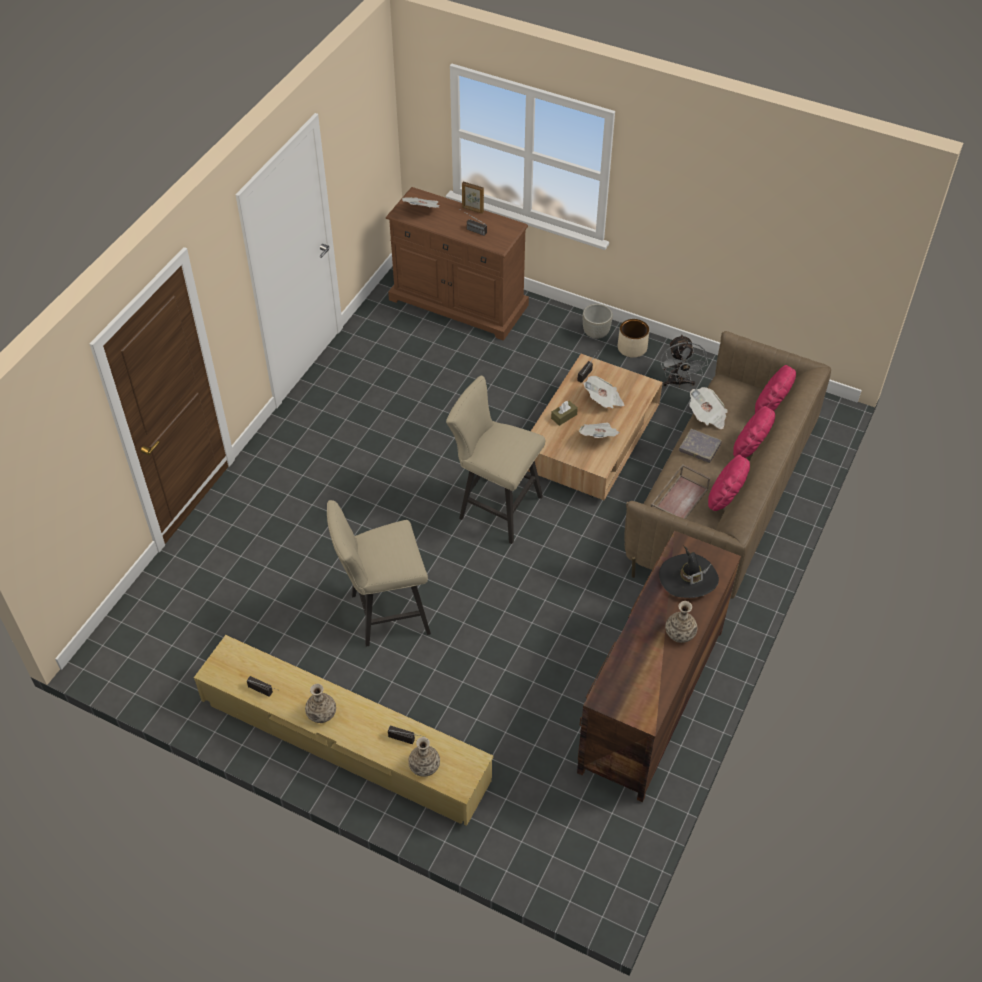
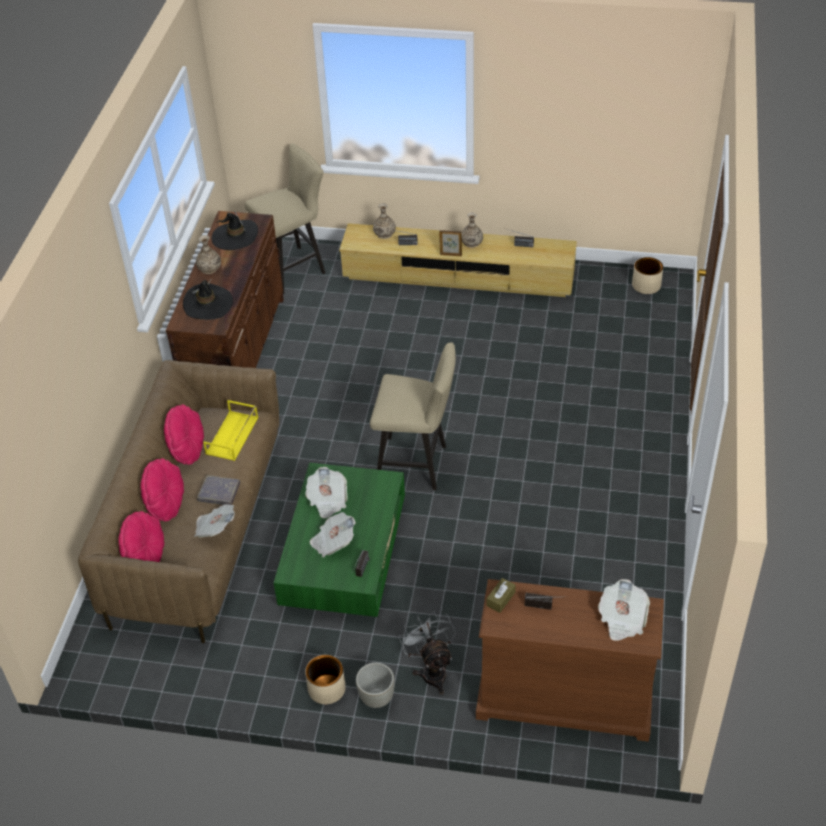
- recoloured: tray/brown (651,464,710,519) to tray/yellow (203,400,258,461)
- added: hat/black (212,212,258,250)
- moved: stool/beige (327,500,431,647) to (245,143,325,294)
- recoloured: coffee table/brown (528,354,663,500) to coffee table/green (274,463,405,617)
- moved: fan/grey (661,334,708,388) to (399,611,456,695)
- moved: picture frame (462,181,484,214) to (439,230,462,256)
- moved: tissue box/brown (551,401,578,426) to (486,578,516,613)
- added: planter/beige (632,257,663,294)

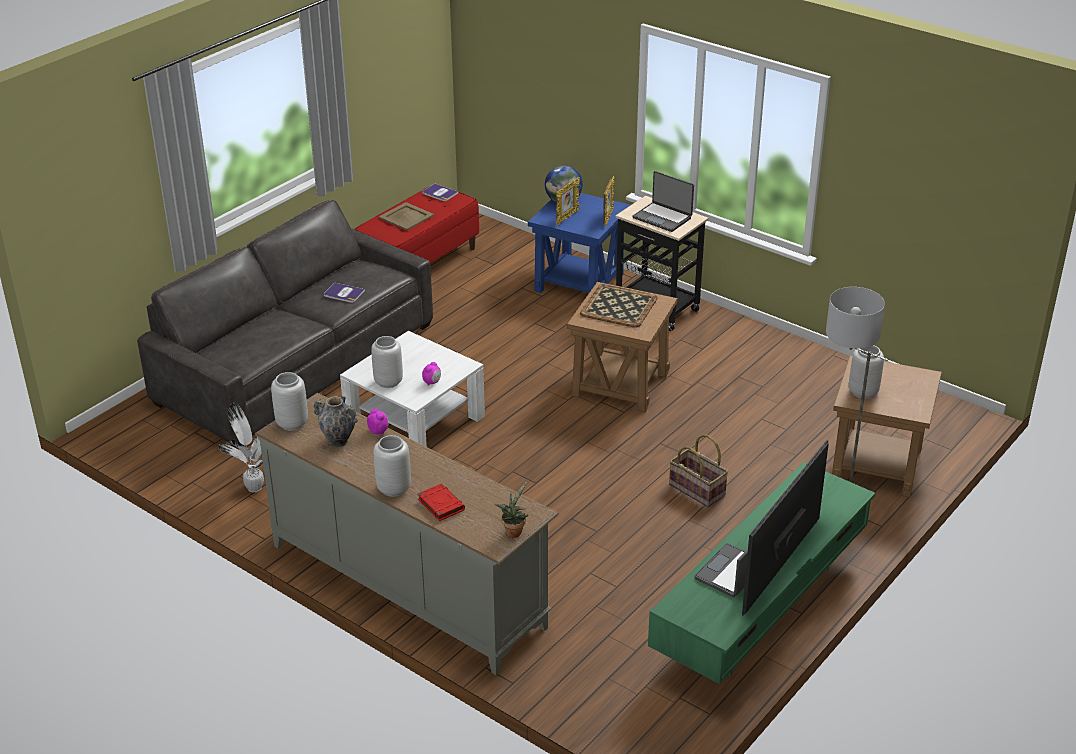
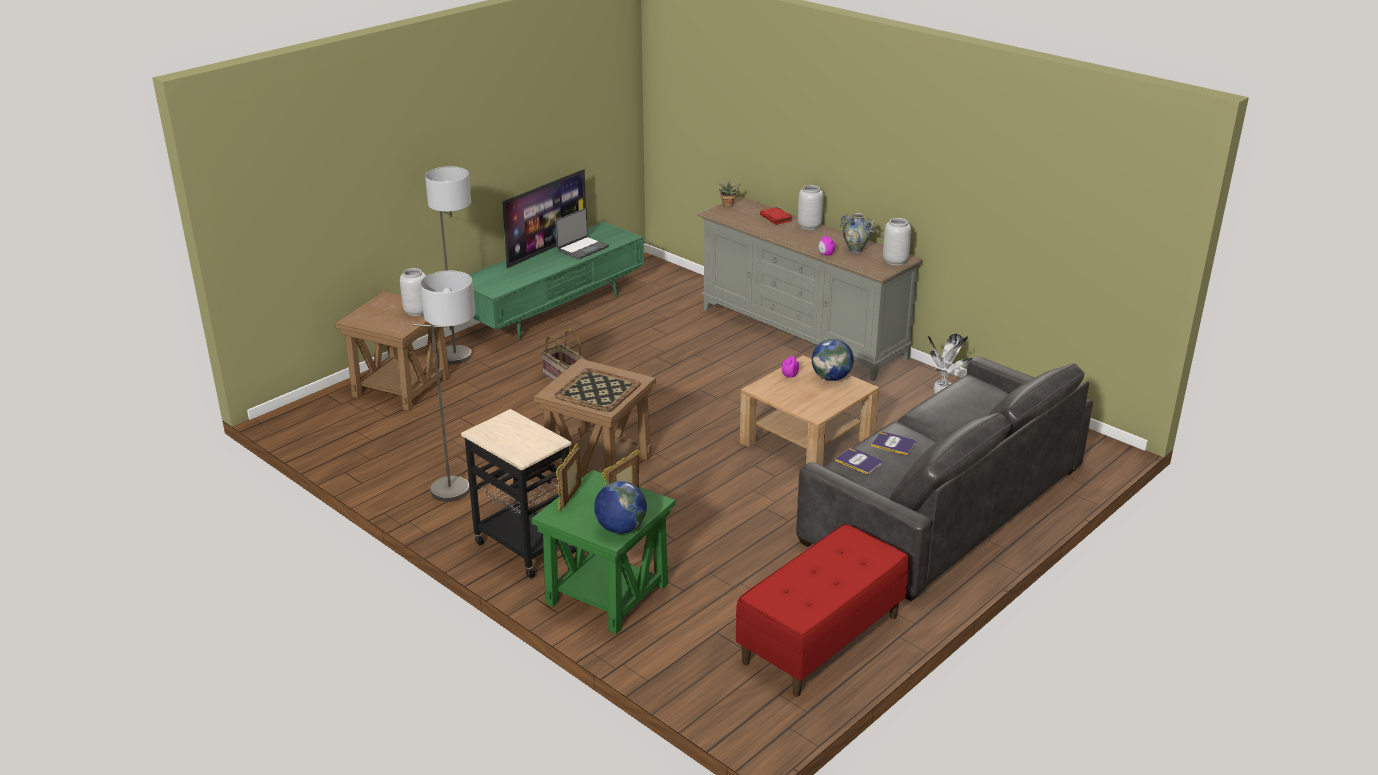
- added: floor lamp/grey (414,271,475,502)
- recoloured: side table/blue (528,193,631,294) to side table/green (531,470,676,634)
- recoloured: coffee table/white (340,331,485,447) to coffee table/brown (740,355,879,466)
- replaced: vase/grey (371,336,403,388) to globe (812,339,854,381)
- moved: book (422,183,458,201) to (835,448,882,475)
- removed: tray/beige (379,202,434,231)
- removed: laptop (633,171,694,232)

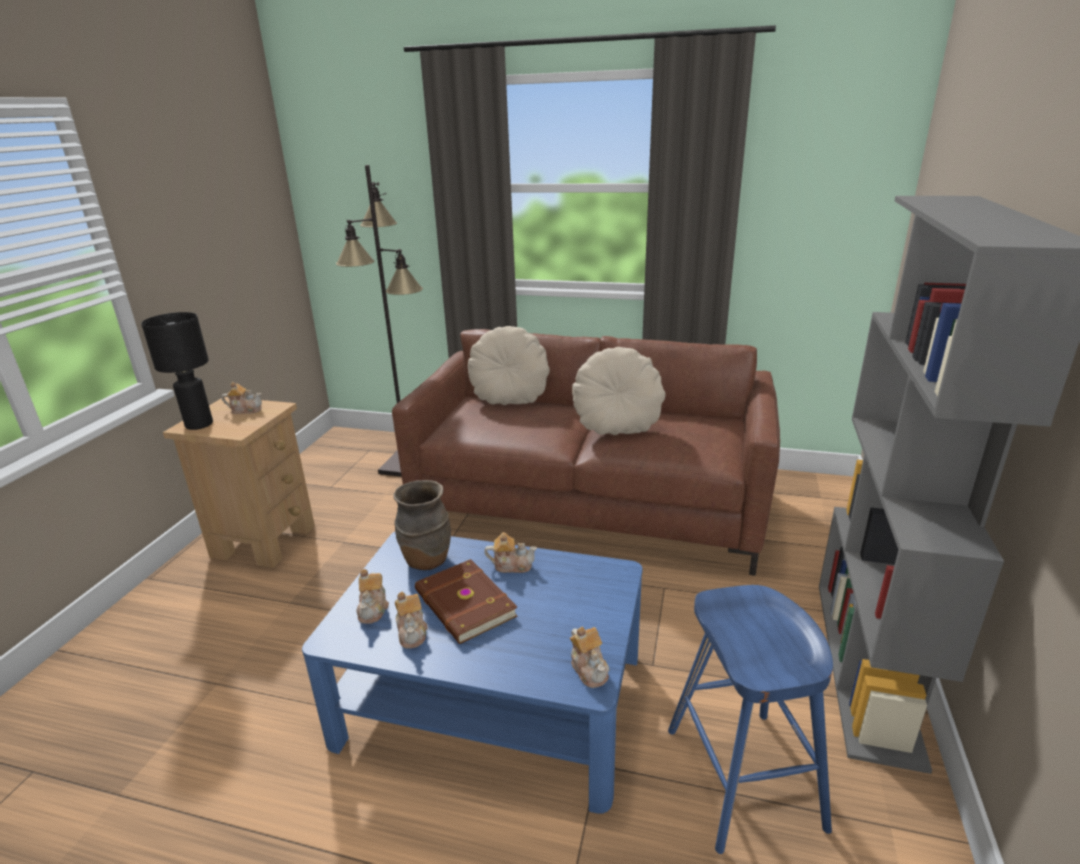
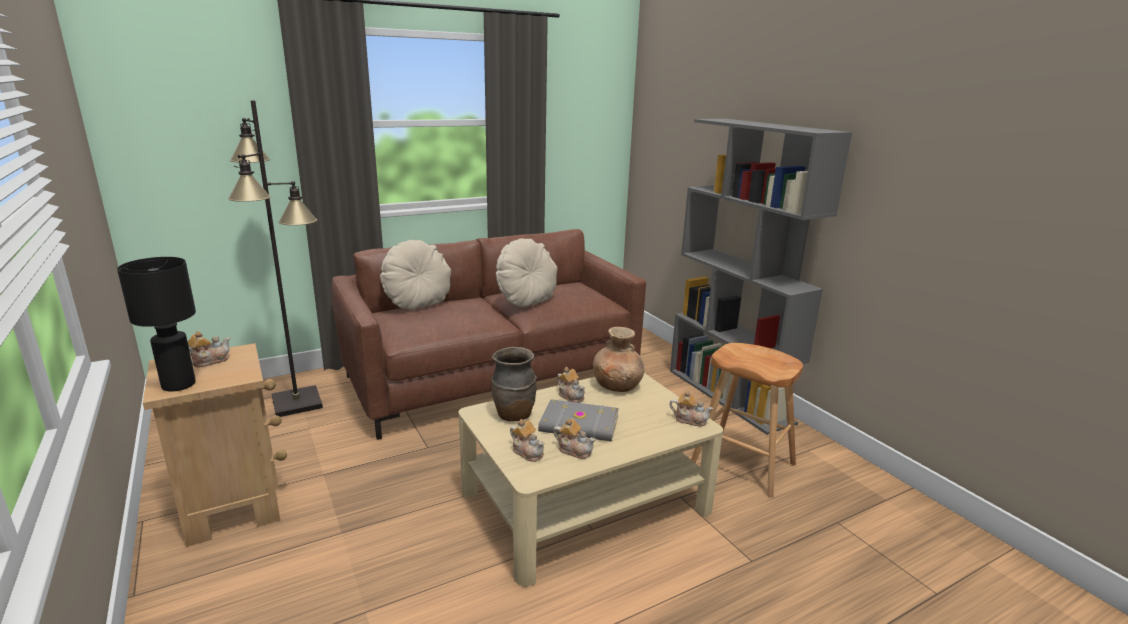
- recoloured: coffee table/blue (302,532,643,814) to coffee table/beige (458,373,723,587)
- recoloured: book/brown (415,559,518,644) to book/grey (538,399,619,442)
- turned: teapot (484,532,537,573) = (557,367,585,403) 90 degrees clockwise
- added: vase/brown (593,327,645,392)
- recoloured: stool/blue (668,585,833,854) to stool/brown (691,343,803,497)

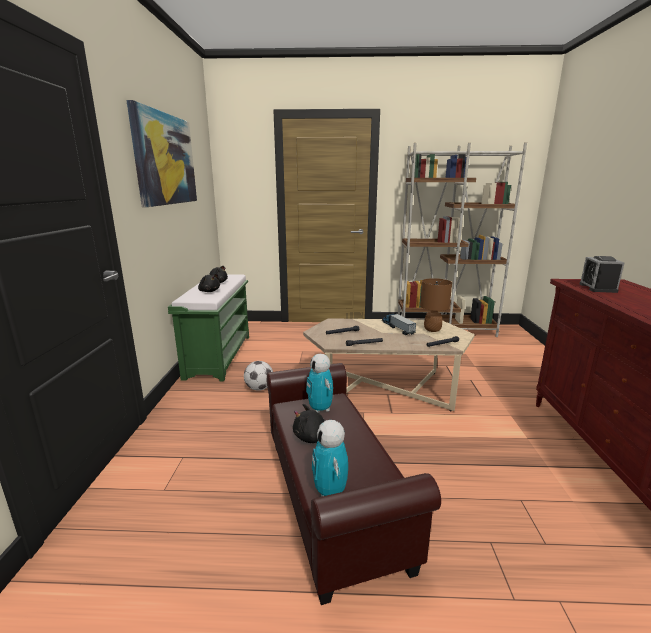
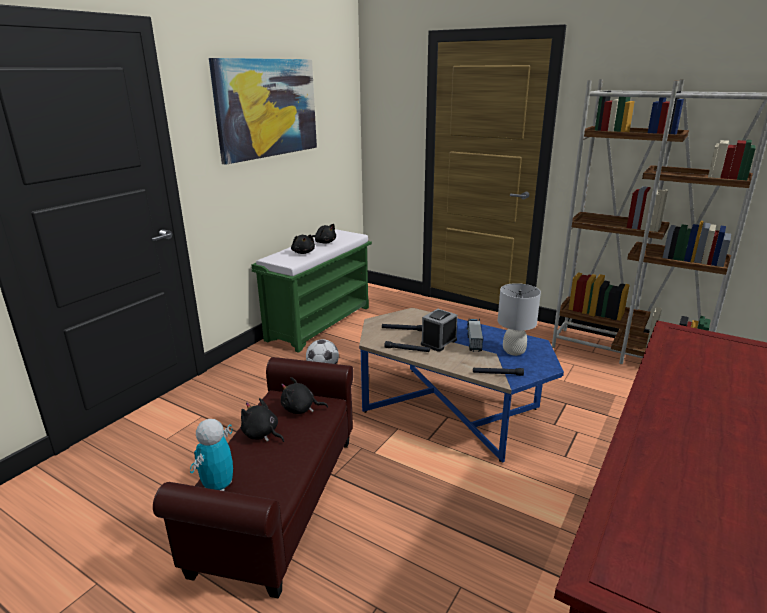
- replaced: toy robot (306,354,333,413) to plush toy/black (281,377,328,414)
- recoloured: coffee table/beige (303,318,475,412) to coffee table/blue (359,308,564,463)
- moved: alarm clock (580,256,624,293) to (421,309,458,352)
- recoloured: table lamp/brown (420,278,452,332) to table lamp/grey (498,283,541,356)

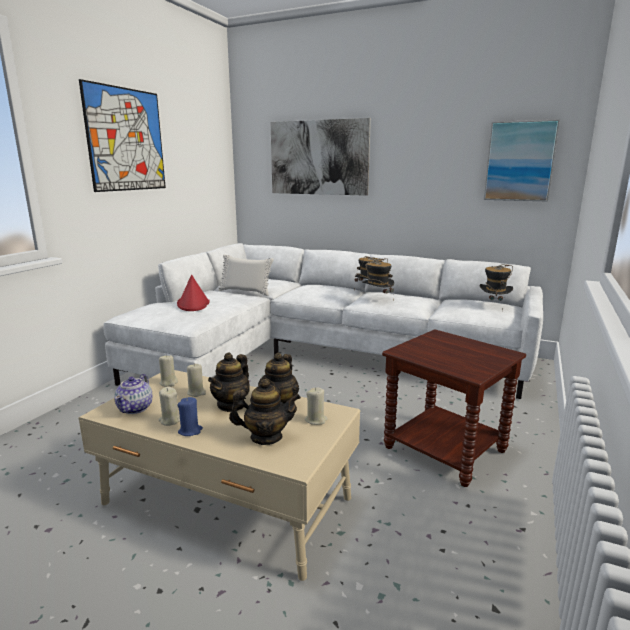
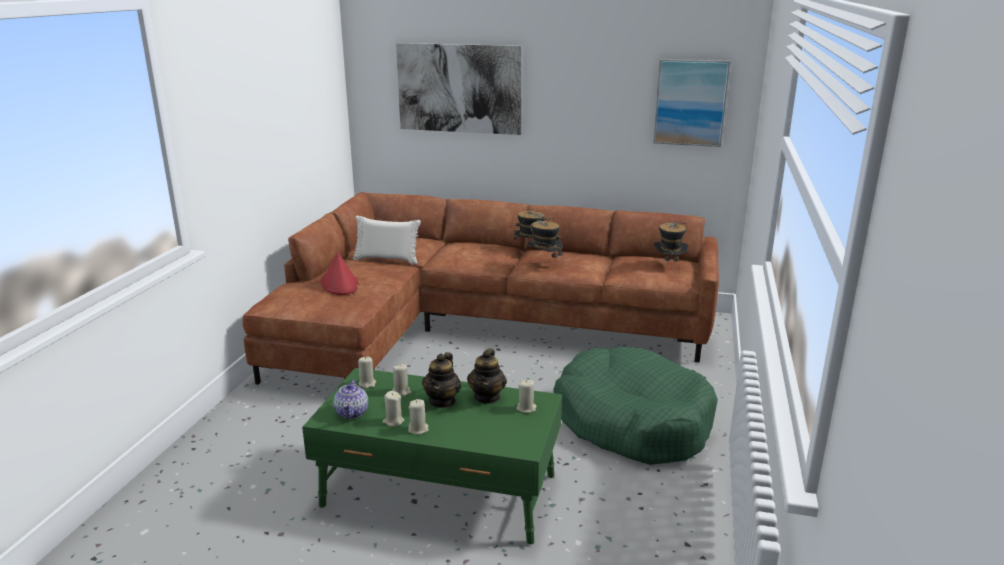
- recoloured: sofa/white (104,243,543,399) to sofa/brown (243,192,719,385)
- recoloured: coffee table/beige (79,370,360,581) to coffee table/green (302,368,562,544)
- recoloured: candle/blue (177,397,203,436) to candle/beige (408,399,429,434)
- replaced: side table/brown (382,330,526,487) to dog bed/green (554,347,718,465)
- removed: picture (79,79,166,192)
- removed: teapot (229,379,301,445)

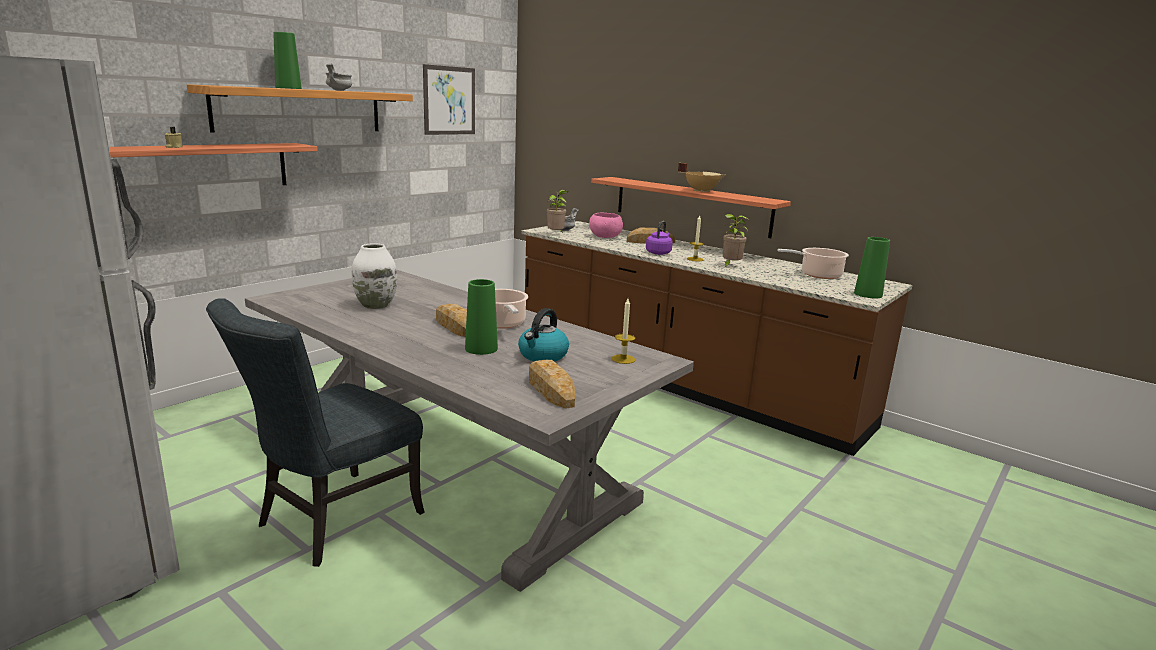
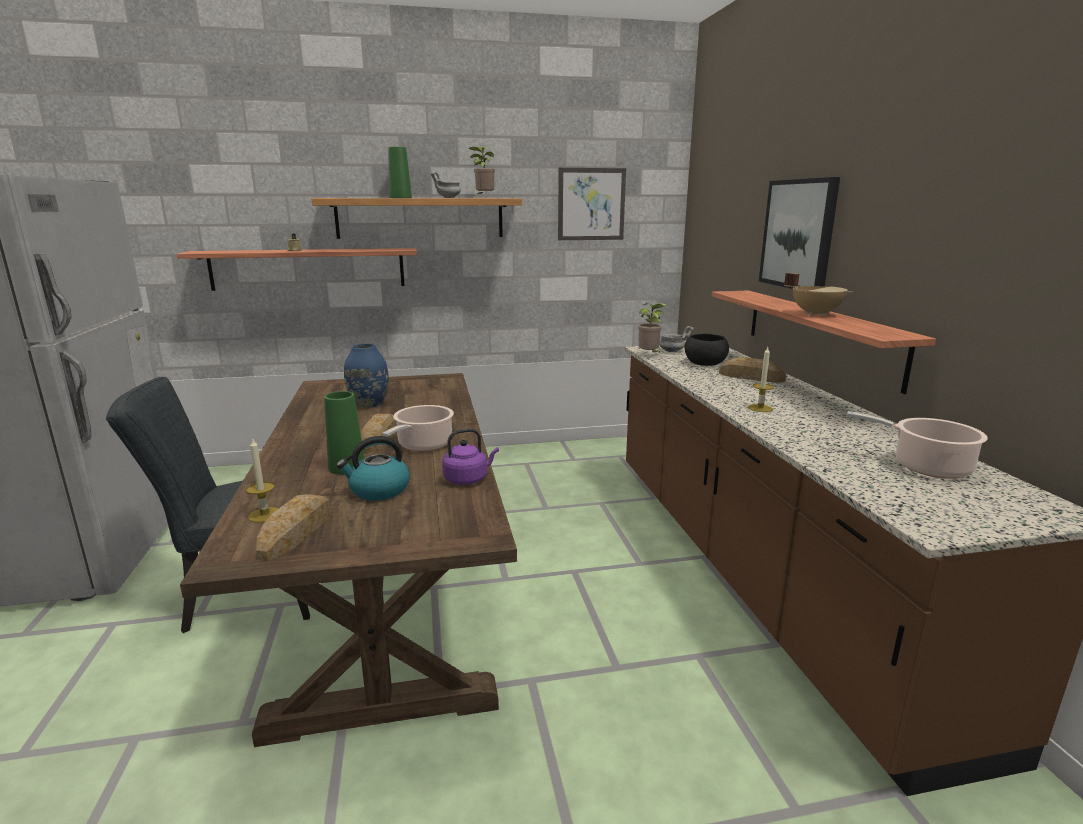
- recoloured: dining table/grey (245,270,694,592) to dining table/brown (180,373,517,747)
- moved: candle (612,298,635,364) to (246,437,279,523)
- recoloured: vase/white (352,243,397,309) to vase/blue (344,344,389,408)
- moved: kettle/purple (646,221,673,255) to (442,428,499,485)
- moved: potted plant (723,214,748,268) to (468,147,495,195)
- recoloured: bowl/pink (589,213,623,238) to bowl/black (684,334,729,366)
- added: picture (759,177,840,289)
- removed: vase/green (854,237,890,298)

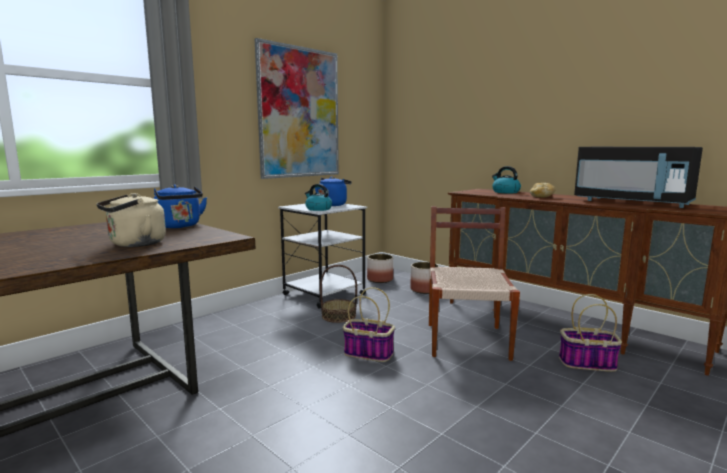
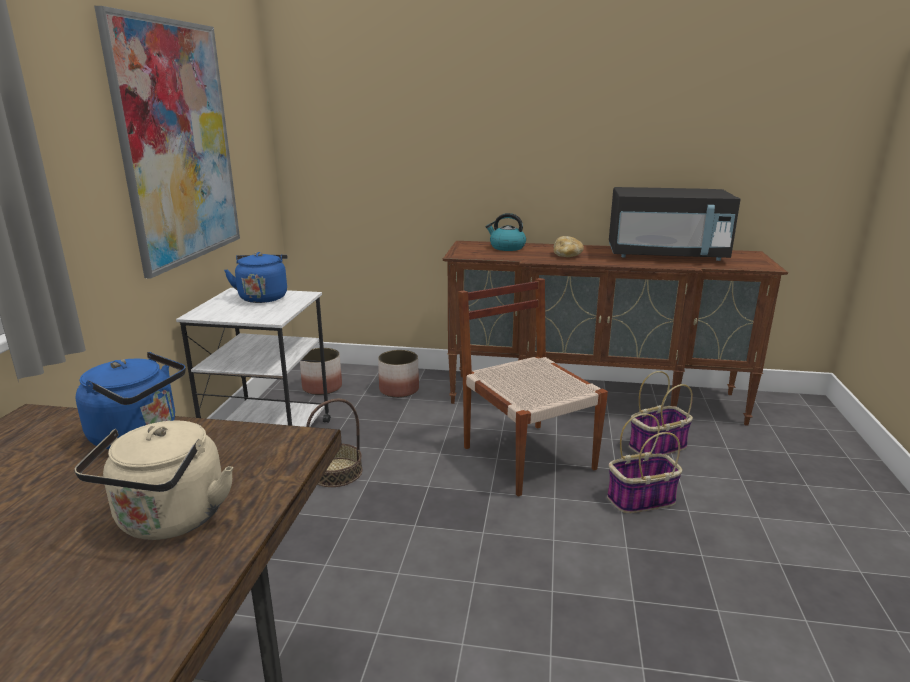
- moved: basket (343,287,395,362) to (607,413,682,513)
- removed: kettle (305,184,332,211)

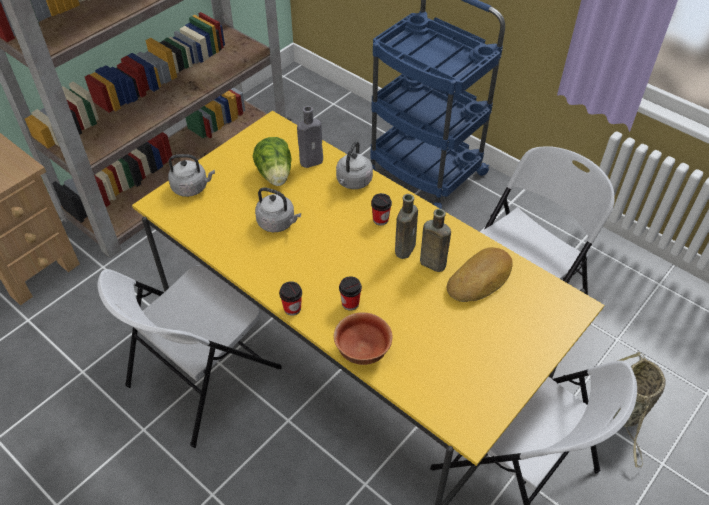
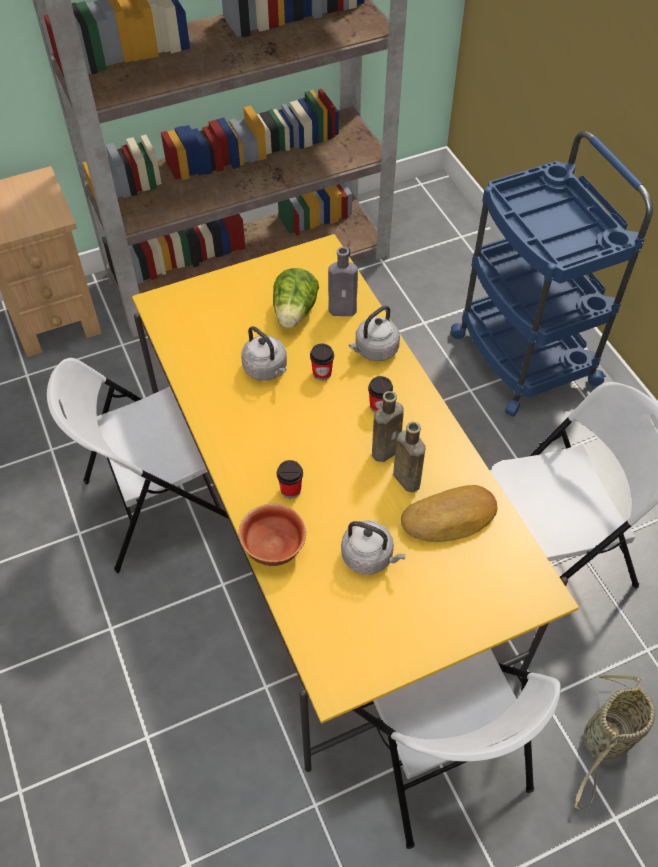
- moved: cup (279,281,302,316) to (310,344,334,381)
- moved: kettle/grey (168,154,215,197) to (341,520,406,575)

